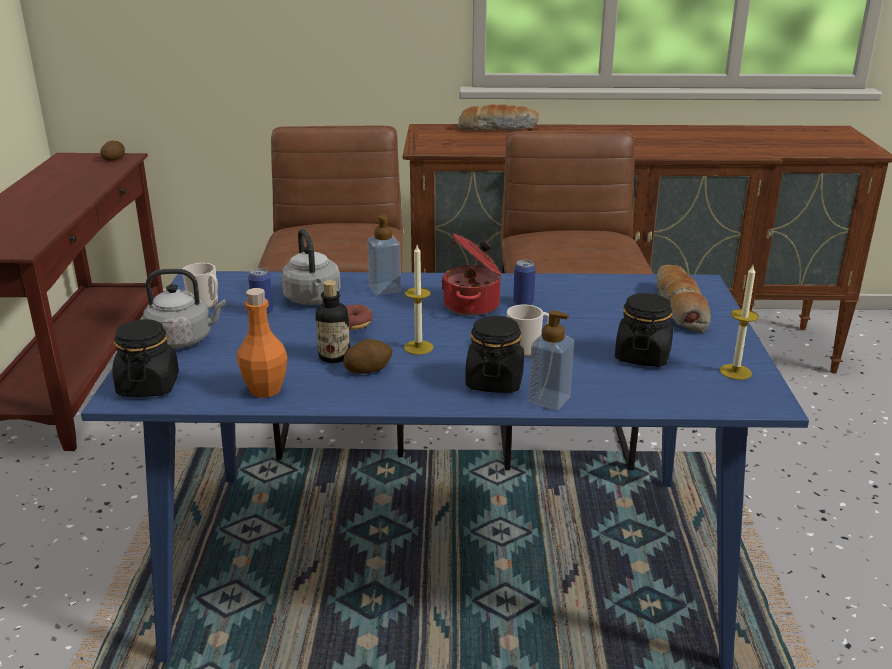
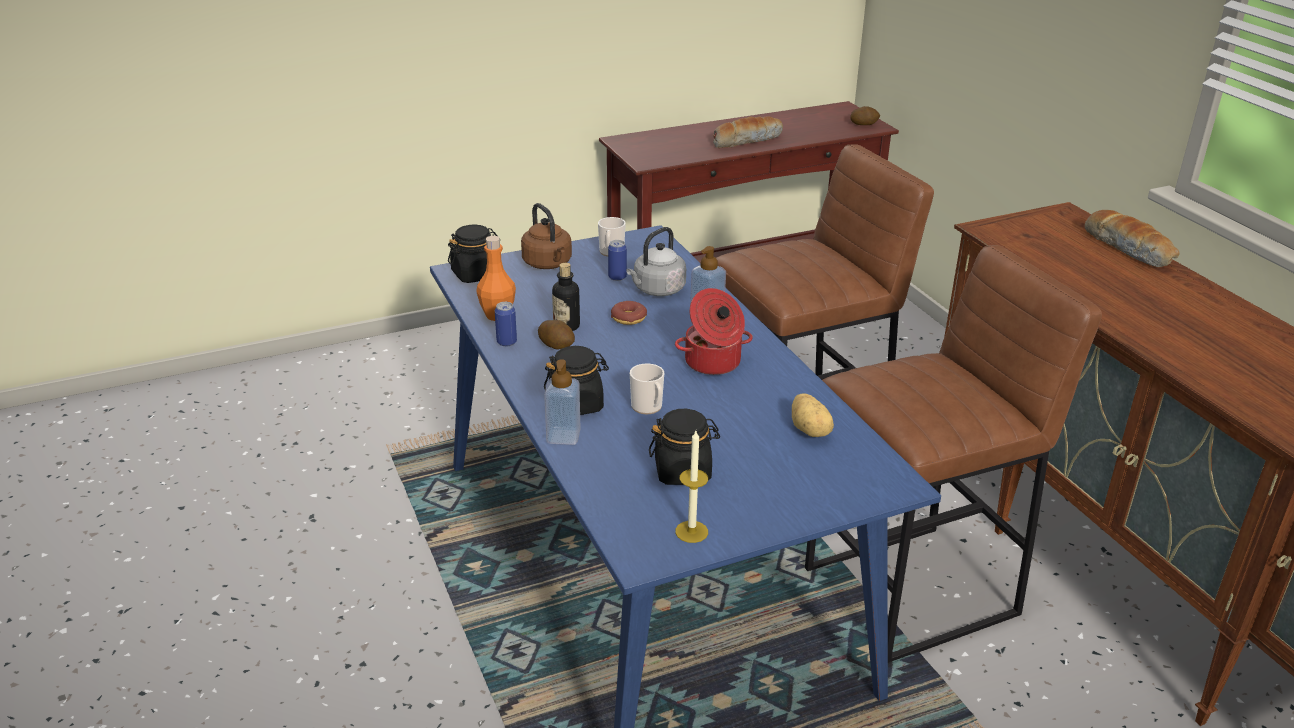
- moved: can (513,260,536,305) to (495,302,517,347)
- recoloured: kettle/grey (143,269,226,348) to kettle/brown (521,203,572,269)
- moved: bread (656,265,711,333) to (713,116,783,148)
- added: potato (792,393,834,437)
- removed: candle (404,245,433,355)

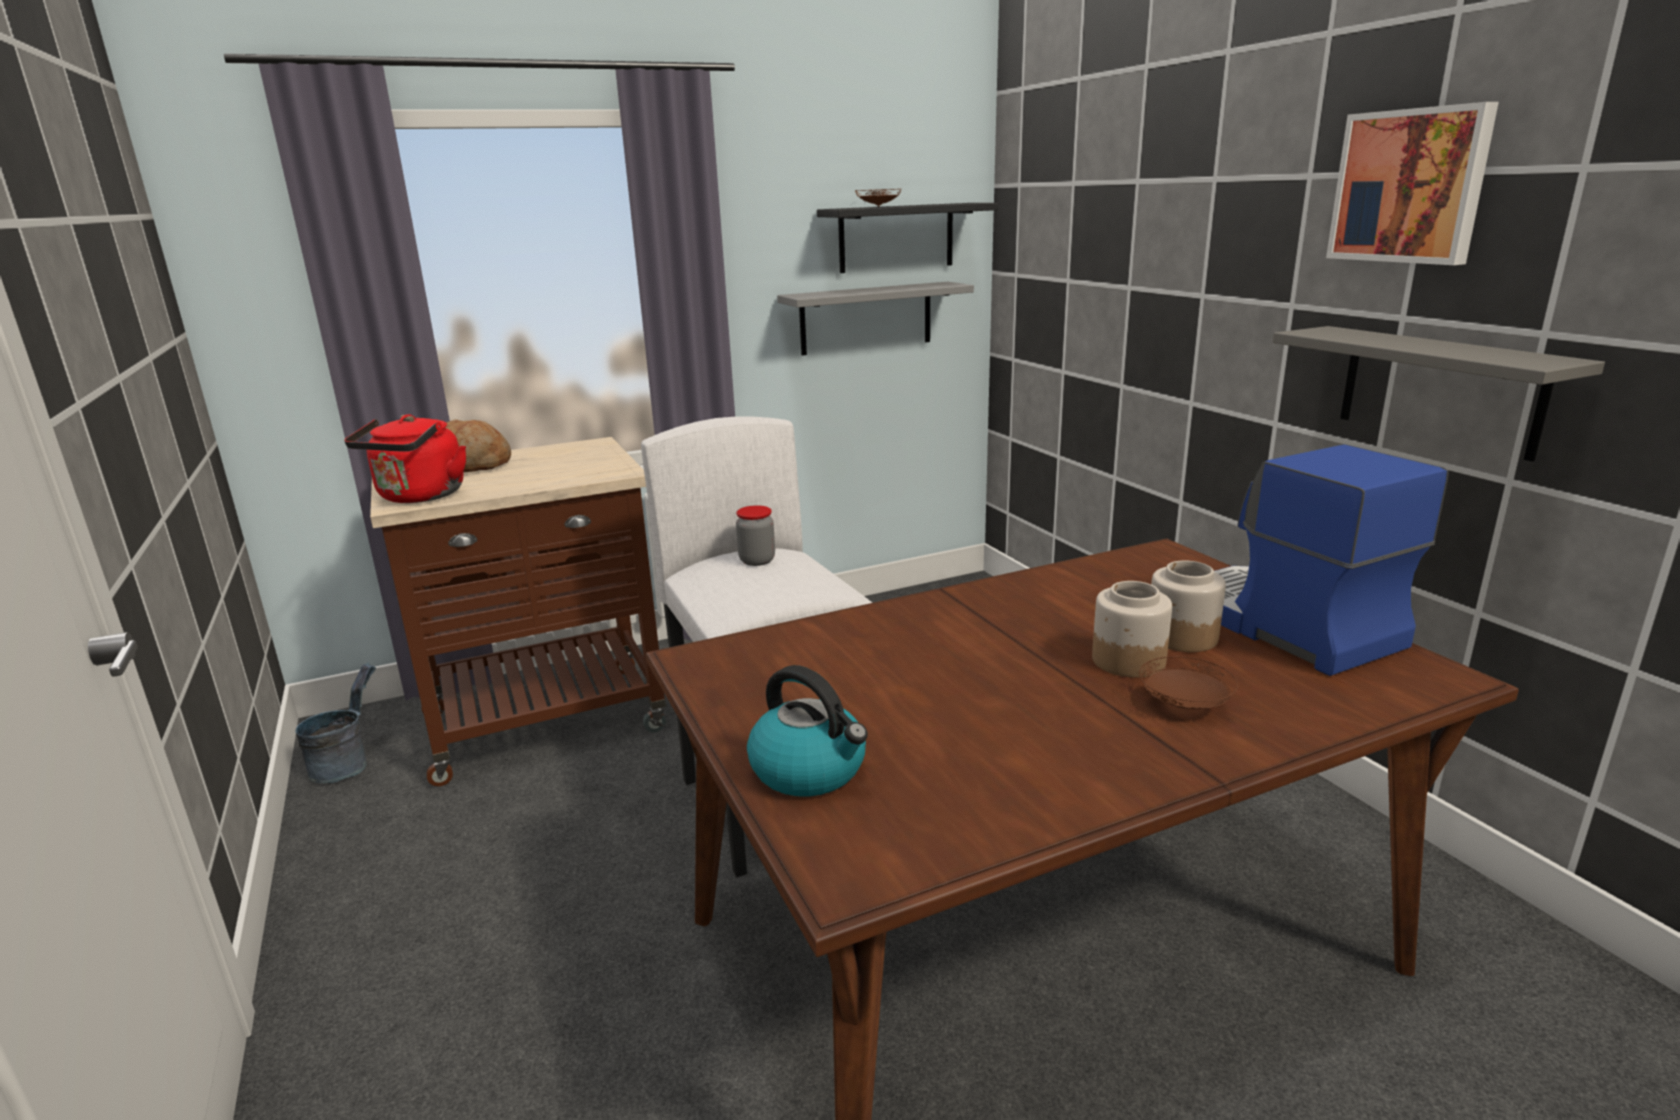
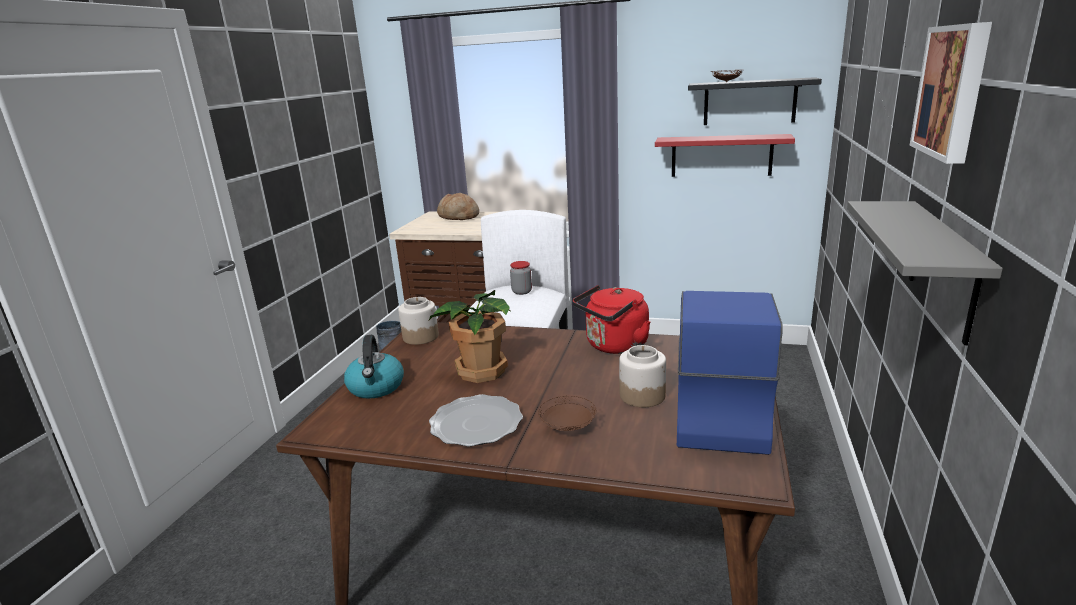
- moved: jar (1092,581,1172,678) to (398,297,439,345)
- added: potted plant (429,290,510,383)
- added: plate (429,394,523,447)
- moved: kettle/red (344,414,466,503) to (573,285,650,354)
- recoloured: shelf/grey (777,282,974,356) to shelf/red (655,134,795,177)

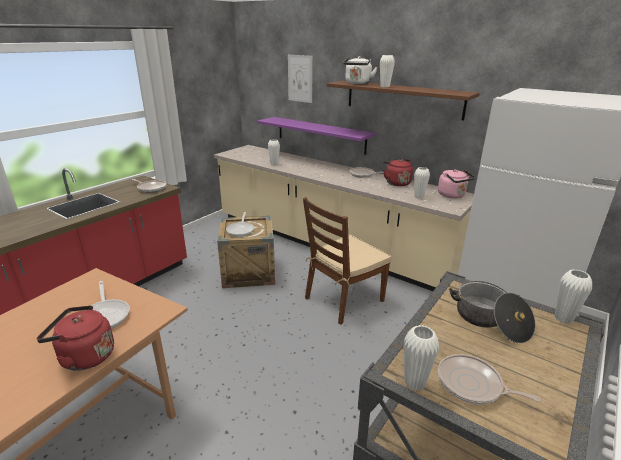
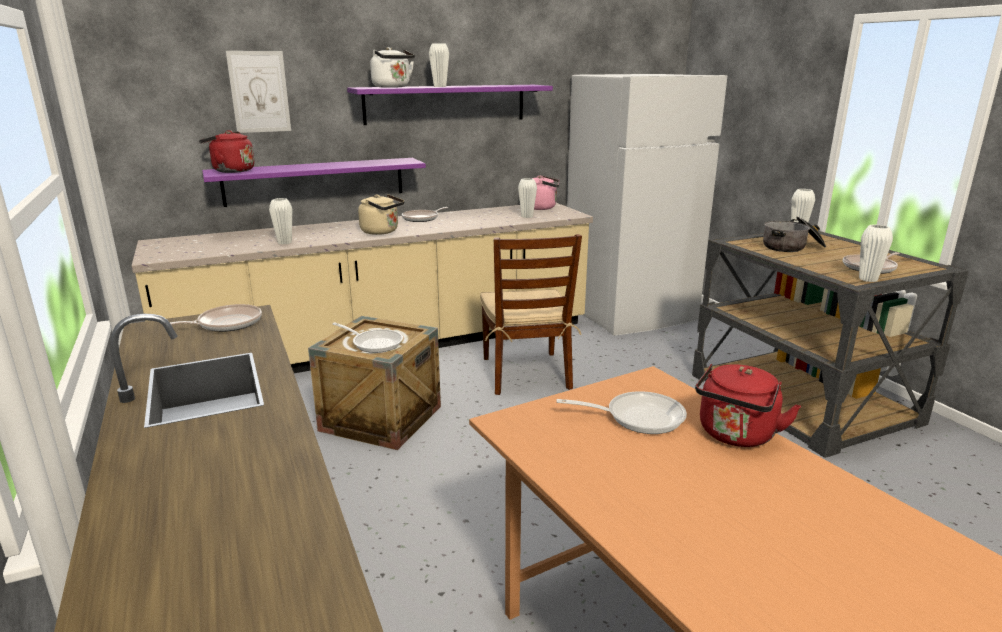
- moved: kettle/red (383,159,413,186) to (199,130,254,173)
- recoloured: shelf/brown (326,81,480,120) to shelf/purple (347,85,553,125)
- added: kettle/beige (358,194,404,235)

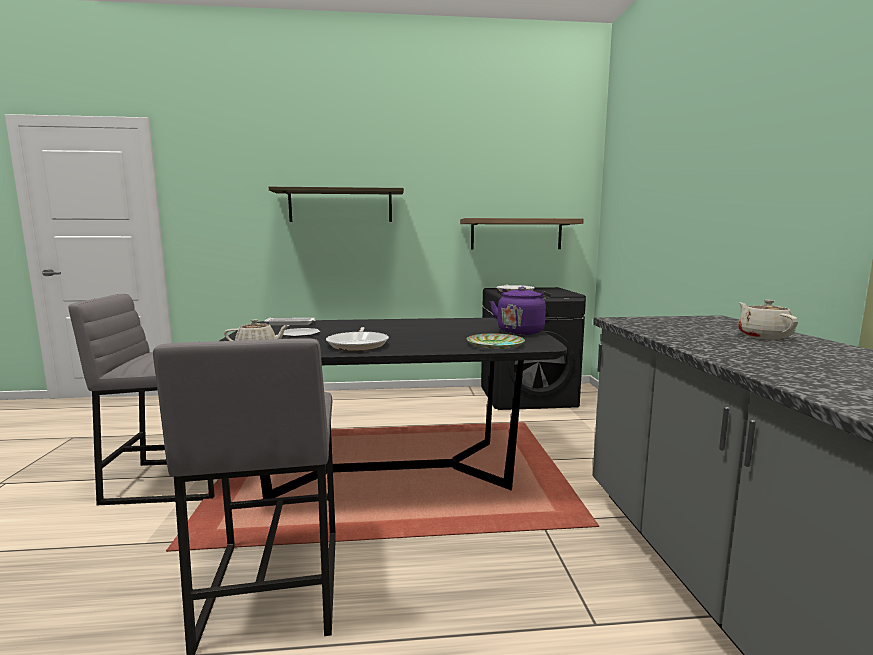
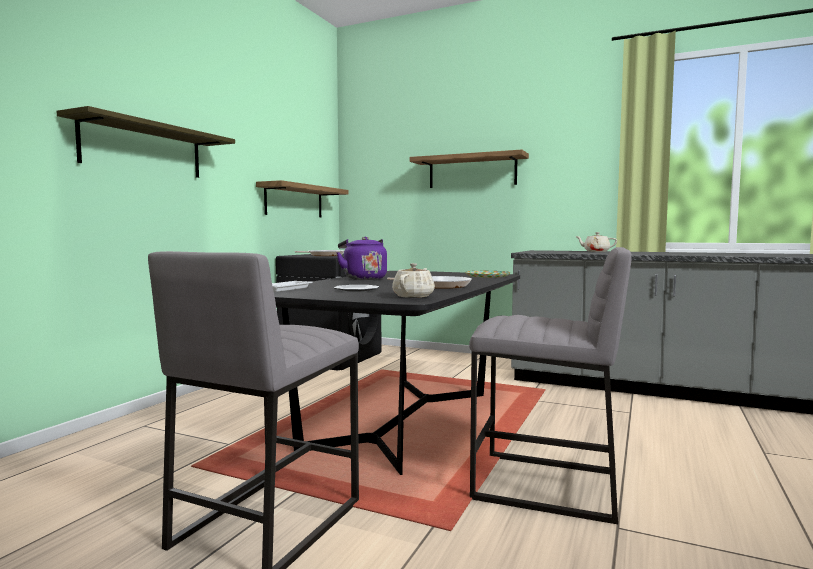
- moved: kettle/purple (490,287,551,335) to (336,237,387,280)
- added: shelf (410,150,529,188)

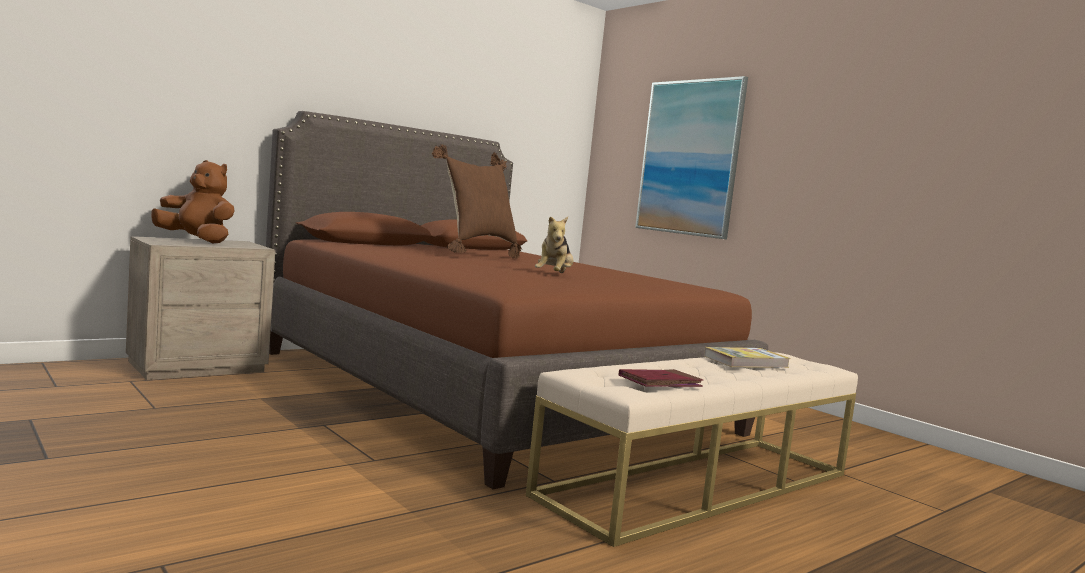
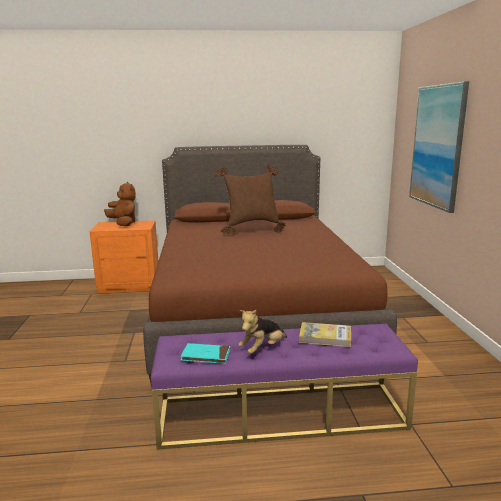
- recoloured: nightstand/beige (126,236,276,380) to nightstand/orange (90,220,158,293)
- recoloured: bench/beige (526,352,858,547) to bench/purple (151,324,418,450)
- recoloured: book/red (618,369,703,387) to book/turquoise (180,343,230,364)
- moved: plush toy (535,217,573,273) to (238,310,287,354)

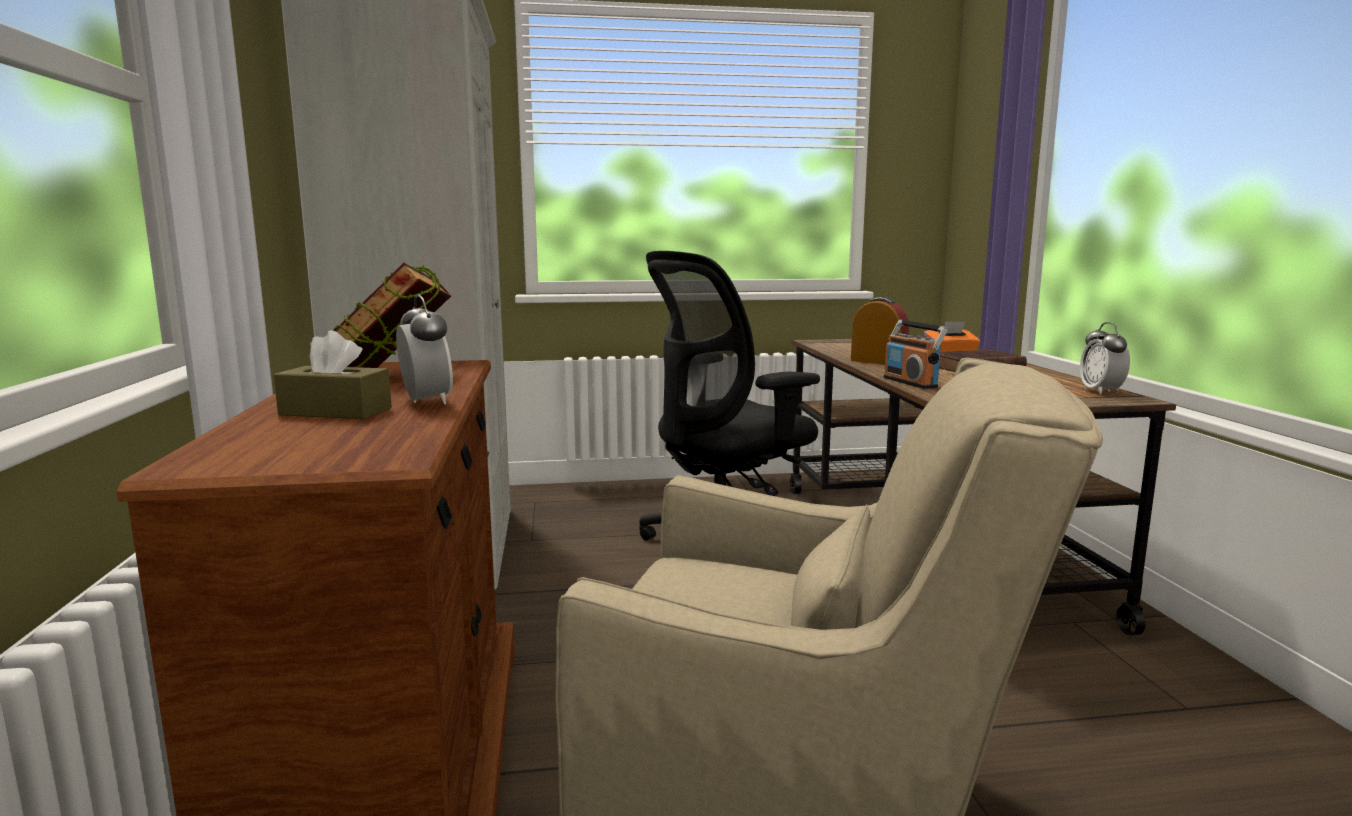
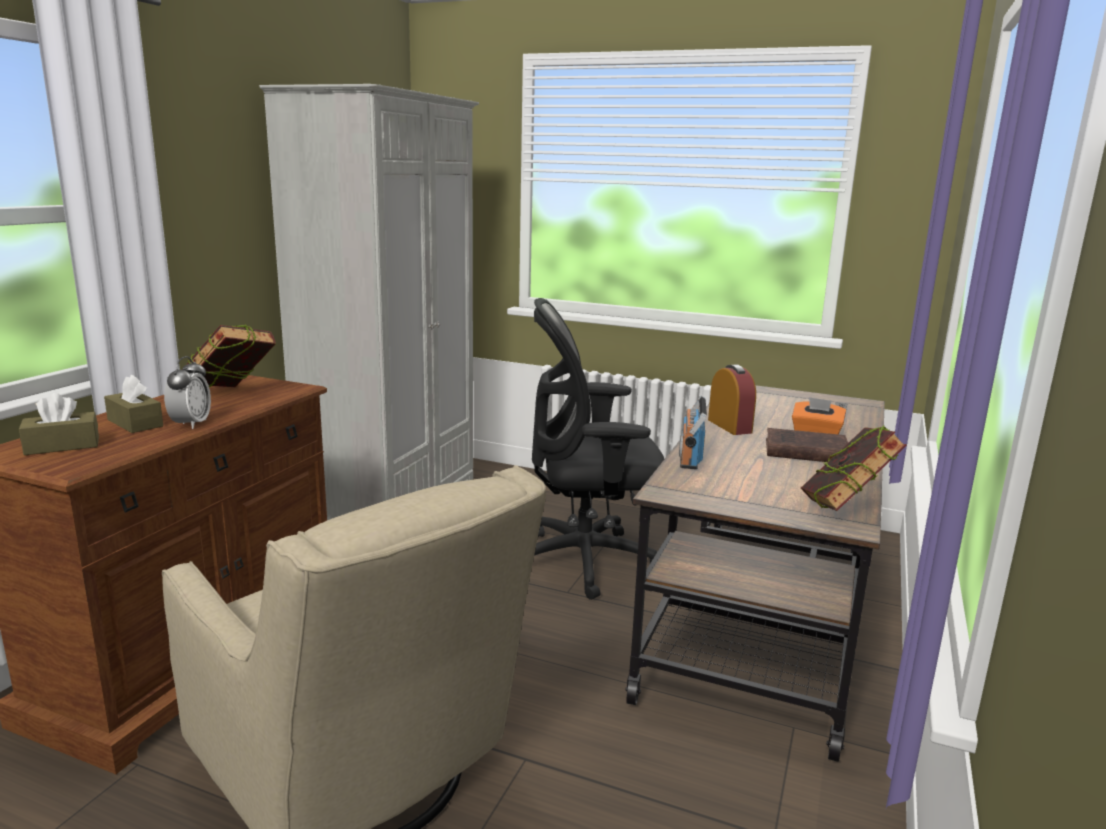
- added: tissue box/brown (19,393,99,455)
- replaced: alarm clock (1080,322,1130,395) to book (801,426,907,511)

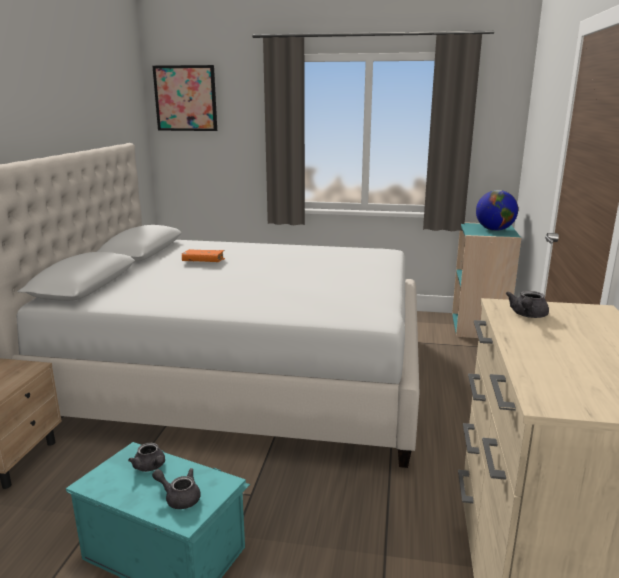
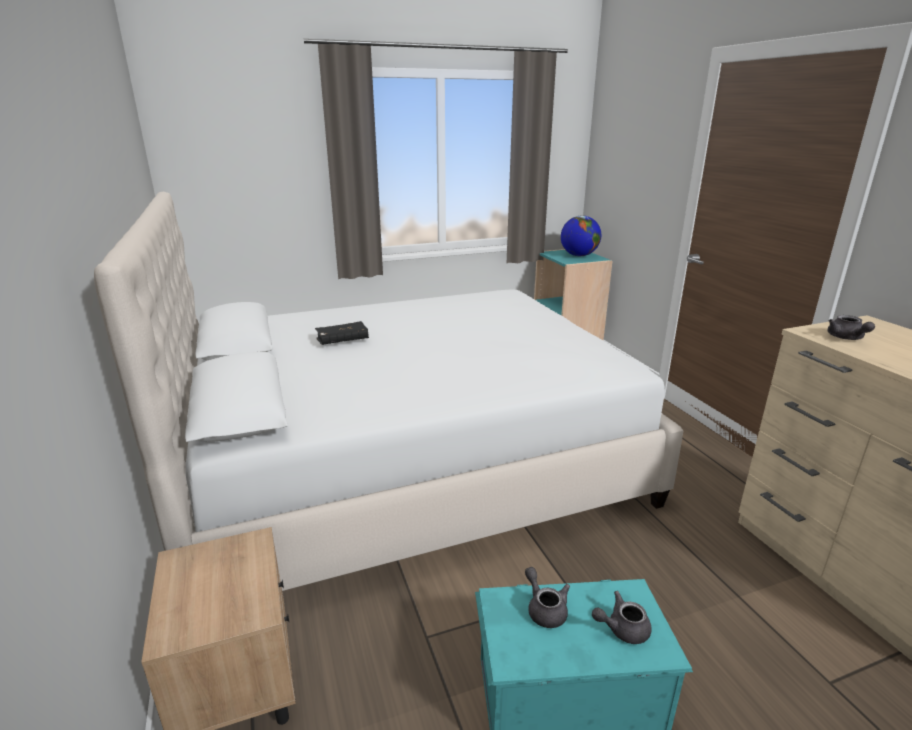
- recoloured: book/orange (182,249,225,262) to book/black (315,321,369,345)
- turned: teapot/grey (128,443,165,472) = (525,567,570,628) 135 degrees counterclockwise
- removed: picture (152,65,217,131)

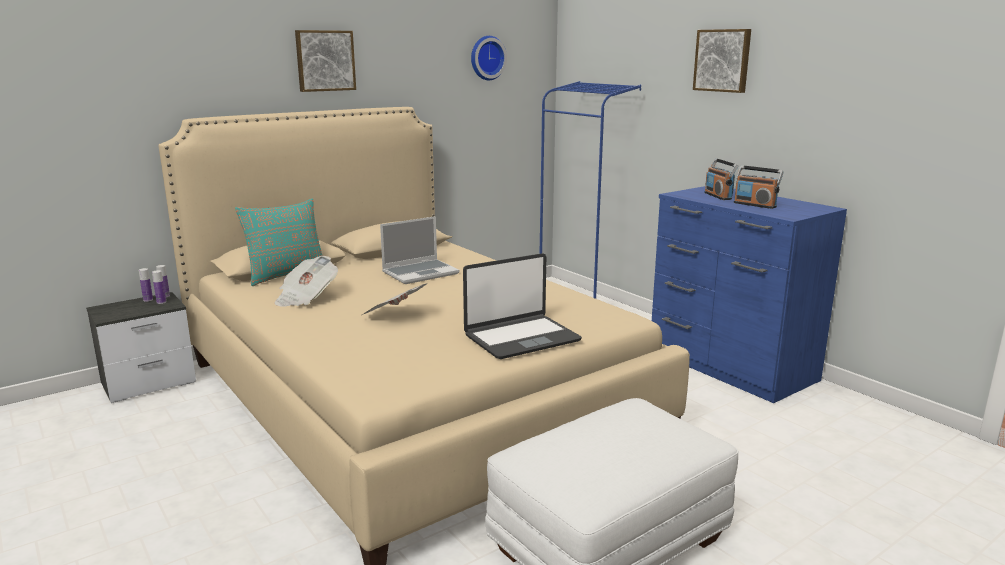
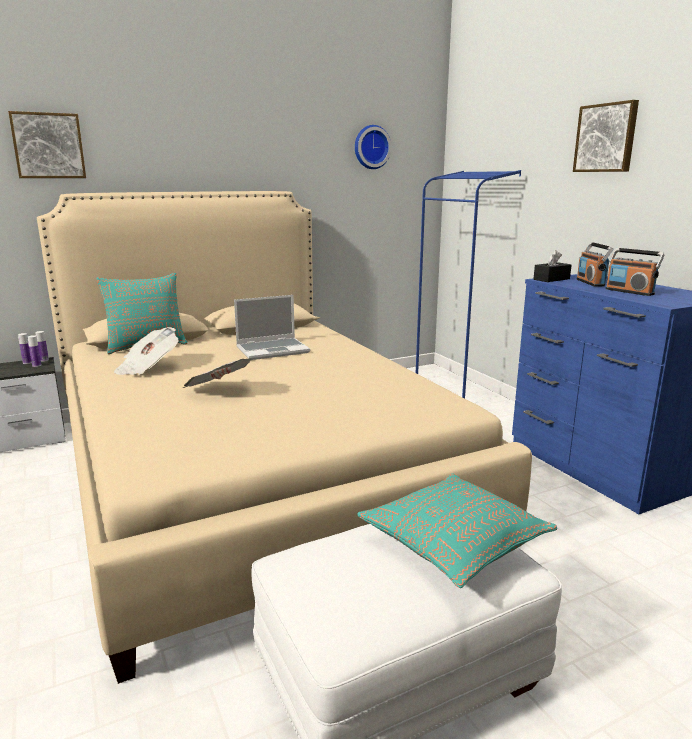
- moved: picture (295,30,356,92) to (8,111,86,178)
- added: pillow/turquoise (357,474,557,588)
- added: tissue box/black (533,250,572,282)
- removed: laptop (463,253,582,359)

